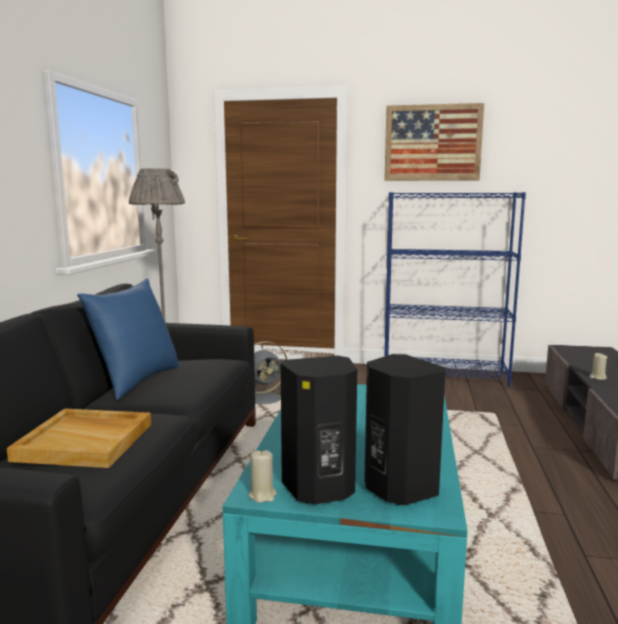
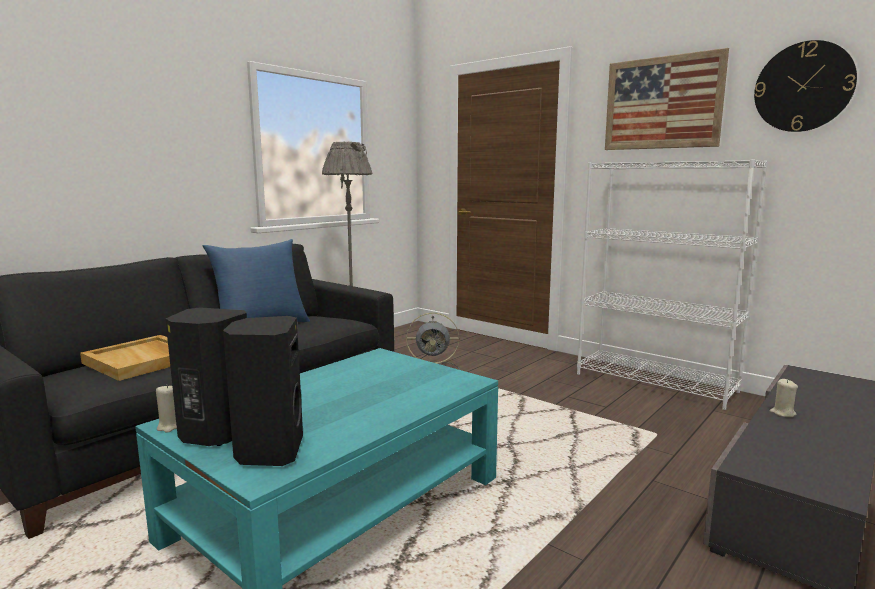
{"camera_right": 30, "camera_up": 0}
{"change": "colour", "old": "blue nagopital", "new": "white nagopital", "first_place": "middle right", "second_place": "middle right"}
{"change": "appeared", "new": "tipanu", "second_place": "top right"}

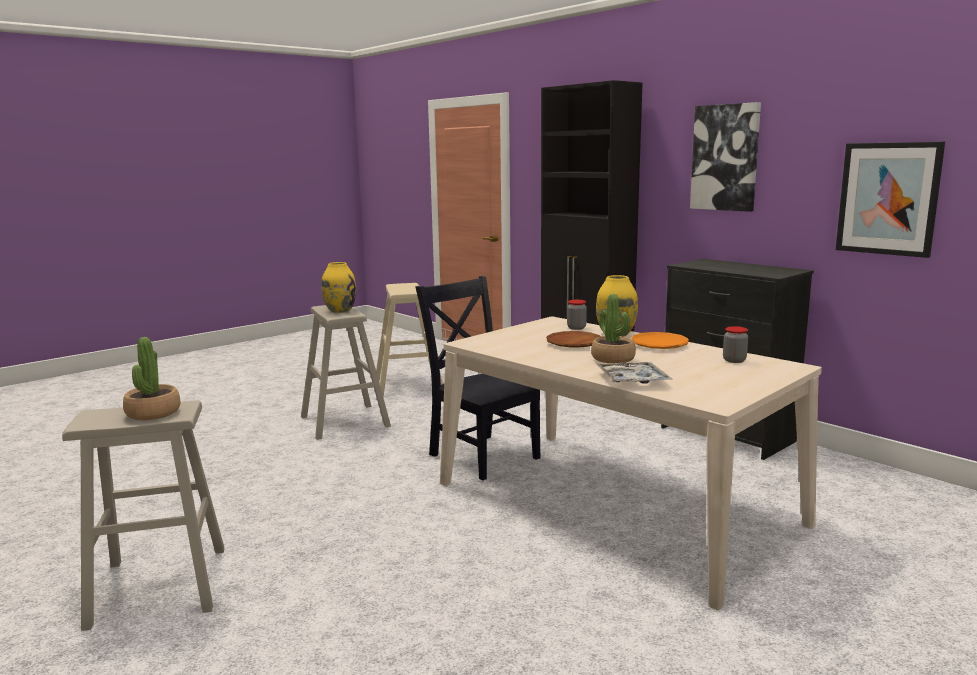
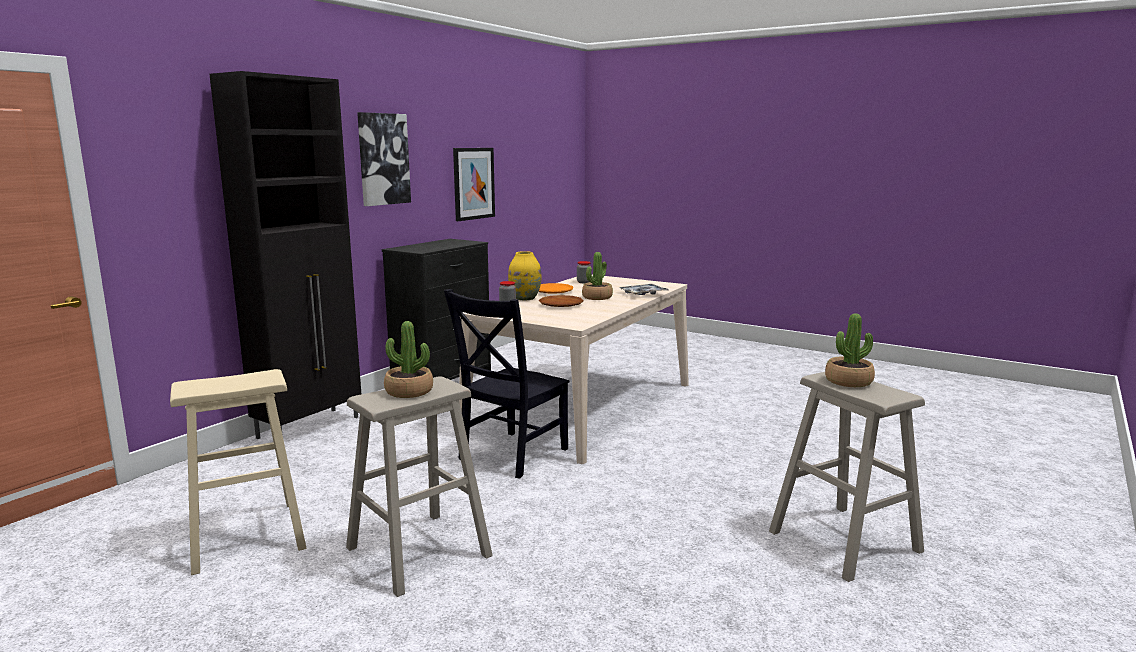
{"camera_right": -105, "camera_up": 0}
{"change": "exchanged", "old": "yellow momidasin (no. 1 from left)", "new": "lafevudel (no. 1 from left)", "first_place": "centre", "second_place": "centre"}

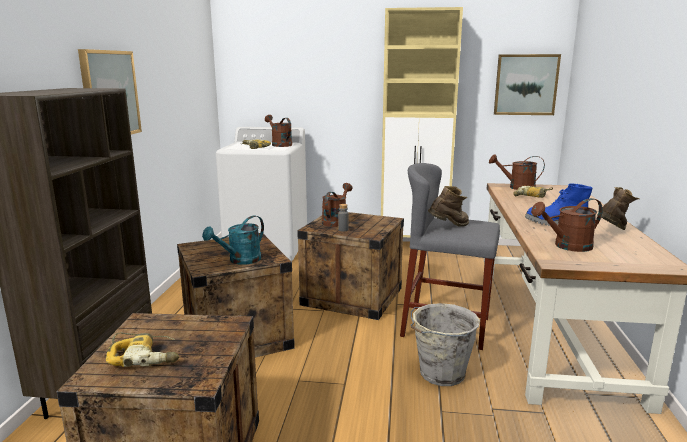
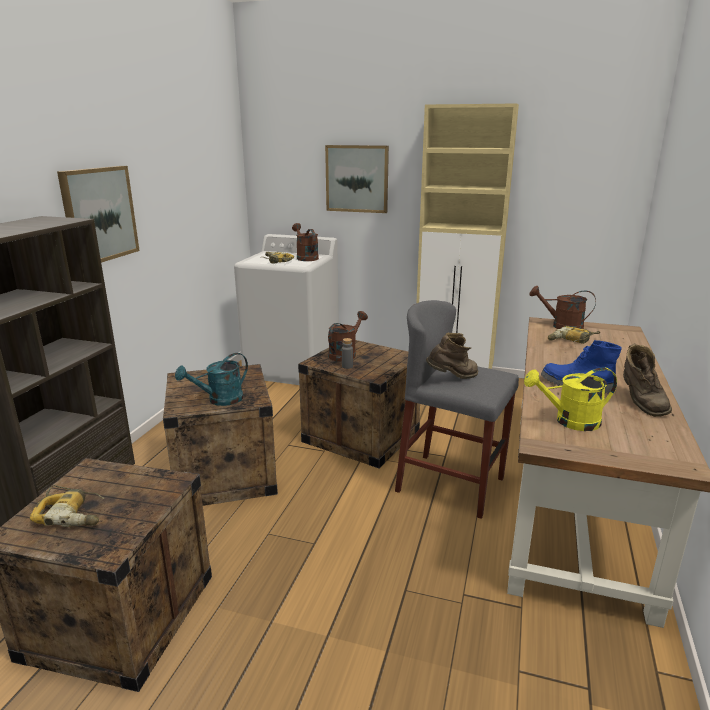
{"camera_right": 10, "camera_up": 5}
{"change": "relocated", "old": "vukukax (no. 2 from left)", "first_place": "top right", "second_place": "top centre"}
{"change": "colour", "old": "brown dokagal (no. 4 from left)", "new": "yellow dokagal", "first_place": "middle right", "second_place": "middle right"}
{"change": "spun", "old": "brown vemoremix (no. 2 from left)", "first_place": "middle right", "second_place": "middle right", "degrees": 120}
{"change": "missing", "old": "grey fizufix", "first_place": "bottom centre"}

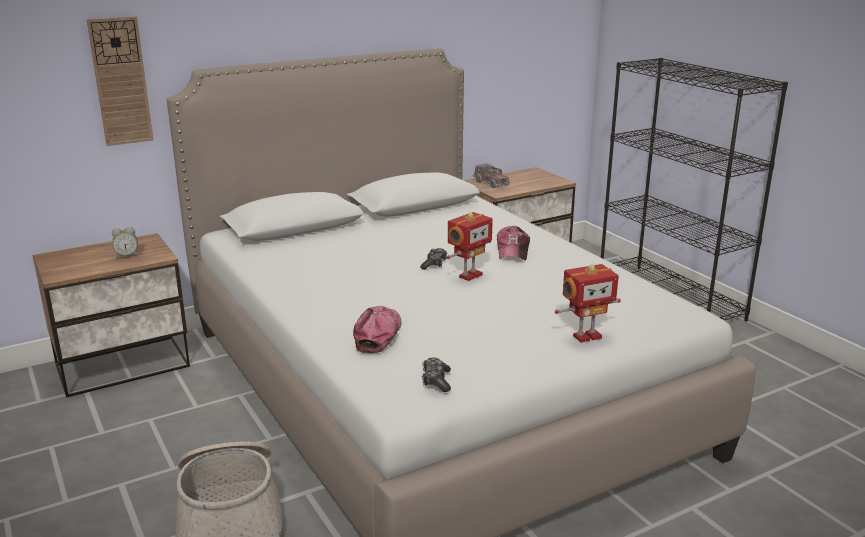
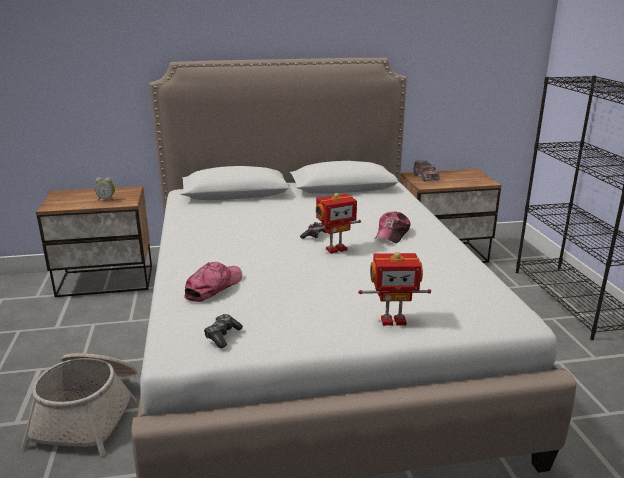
{"camera_right": 20, "camera_up": 0}
{"change": "missing", "old": "tipanu", "first_place": "top left"}

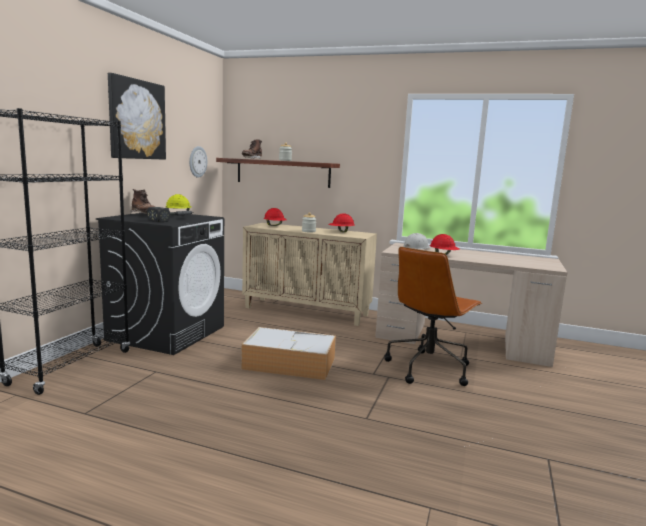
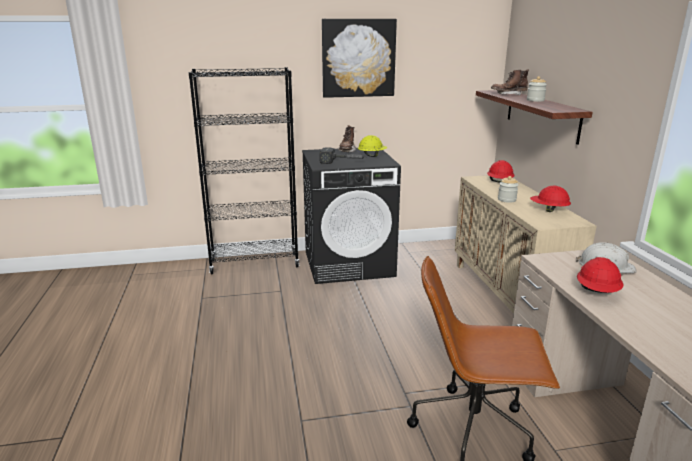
{"camera_right": 60, "camera_up": 10}
{"change": "missing", "old": "tipanu", "first_place": "top left"}
{"change": "missing", "old": "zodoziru", "first_place": "bottom centre"}

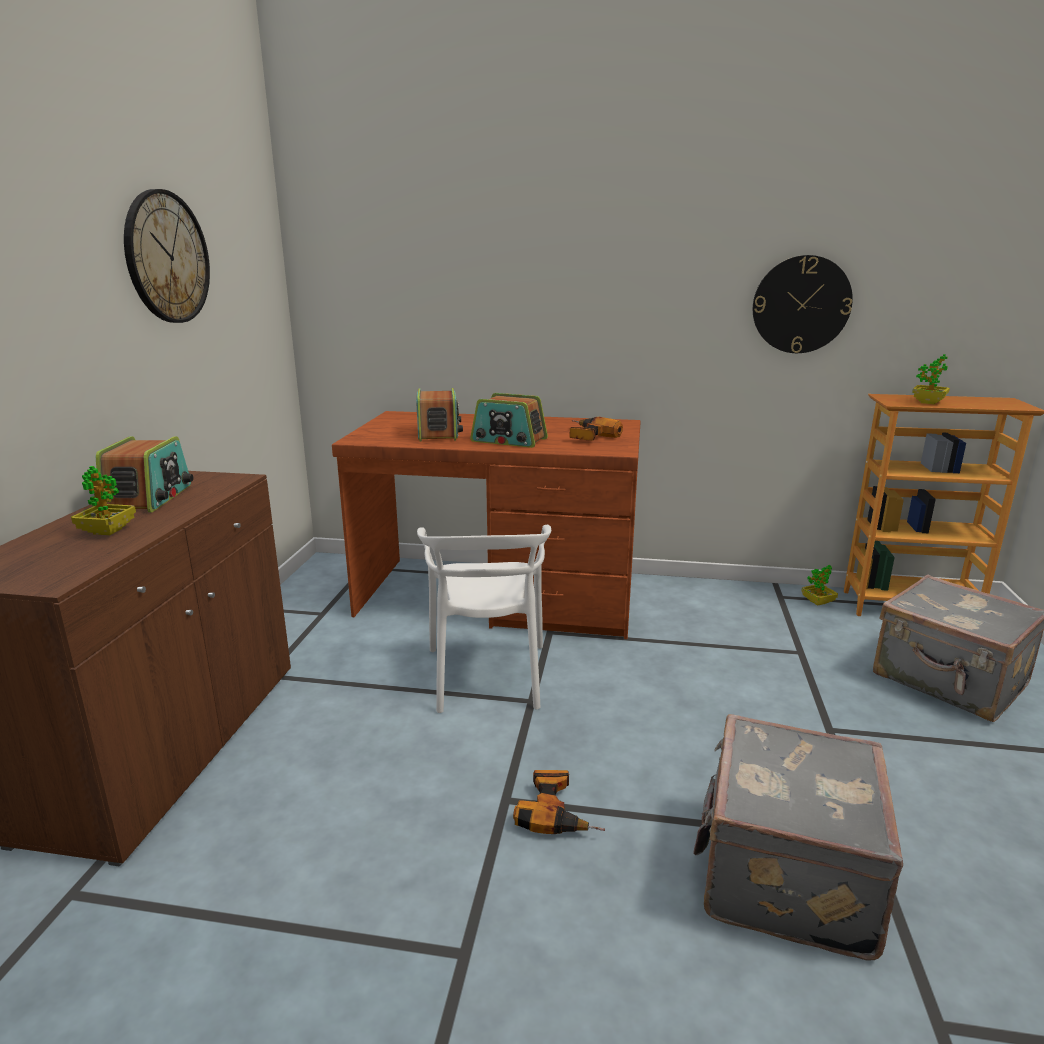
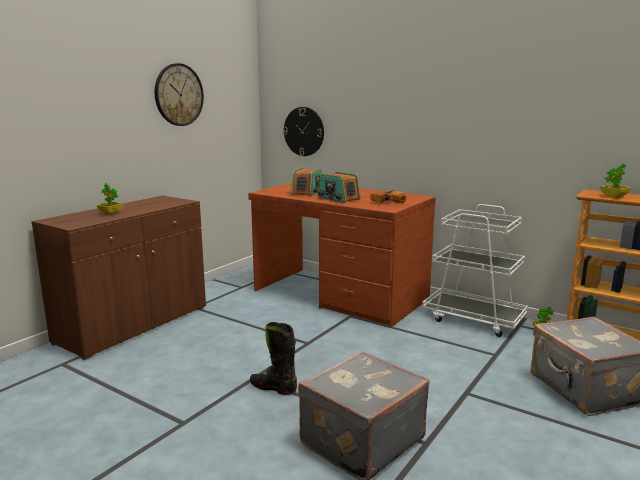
{"camera_right": 25, "camera_up": -5}
{"change": "exchanged", "old": "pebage (no. 1 from left)", "new": "black vemoremix", "first_place": "bottom centre", "second_place": "bottom centre"}
{"change": "relocated", "old": "tipanu (no. 2 from left)", "first_place": "top right", "second_place": "top centre"}
{"change": "appeared", "new": "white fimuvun", "second_place": "middle right"}
{"change": "missing", "old": "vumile (no. 1 from left)", "first_place": "middle left"}
{"change": "missing", "old": "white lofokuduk", "first_place": "centre"}

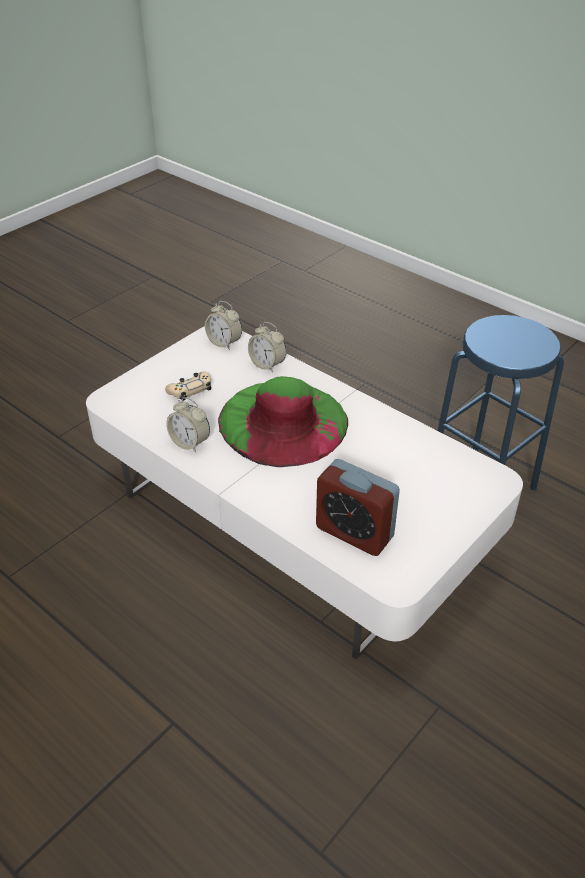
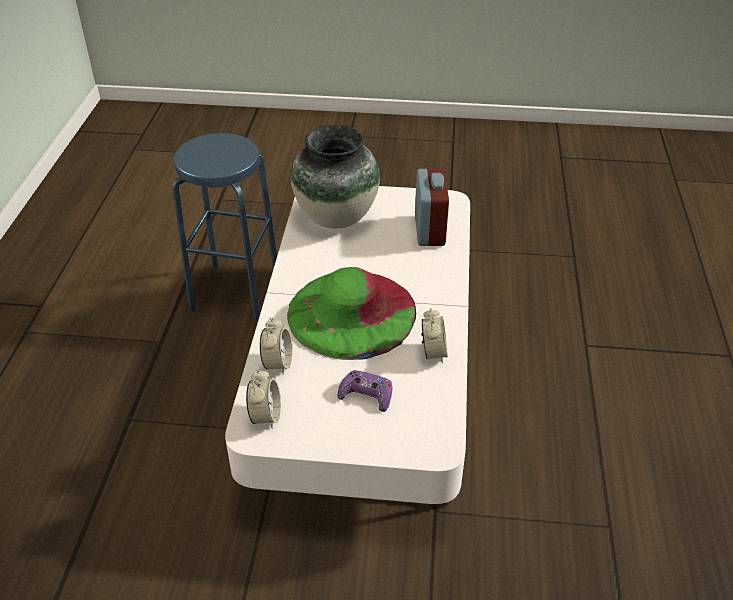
{"camera_right": -125, "camera_up": 0}
{"change": "appeared", "new": "momidasin", "second_place": "top centre"}
{"change": "colour", "old": "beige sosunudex", "new": "purple sosunudex", "first_place": "middle left", "second_place": "centre"}

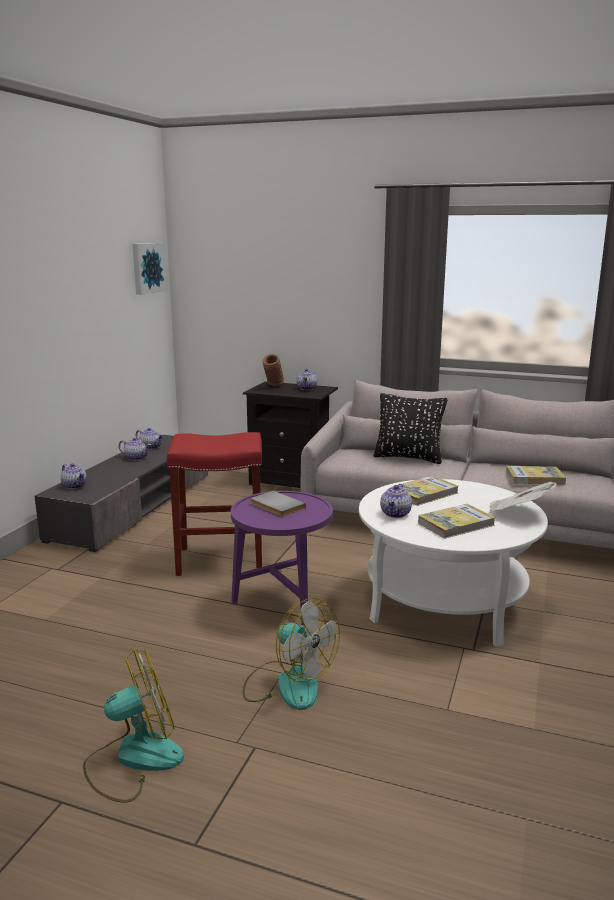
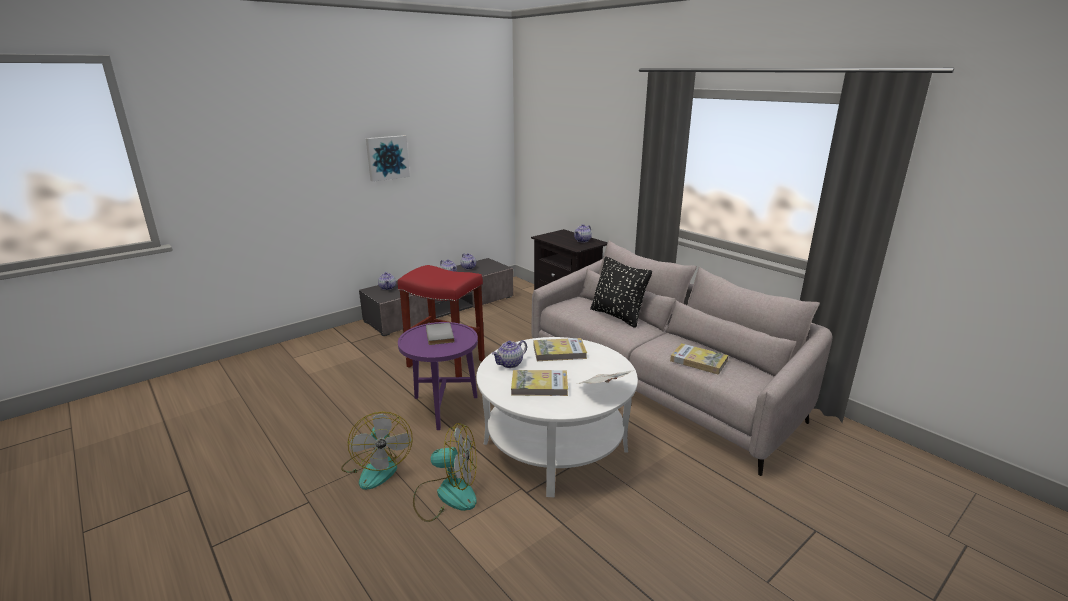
{"camera_right": 30, "camera_up": 5}
{"change": "relocated", "old": "vukukax", "first_place": "top left", "second_place": "top centre"}
{"change": "relocated", "old": "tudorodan (no. 1 from left in the first image)", "new": "tudorodan (no. 2 from left)", "first_place": "bottom left", "second_place": "bottom centre"}
{"change": "missing", "old": "brown momidasin", "first_place": "centre"}

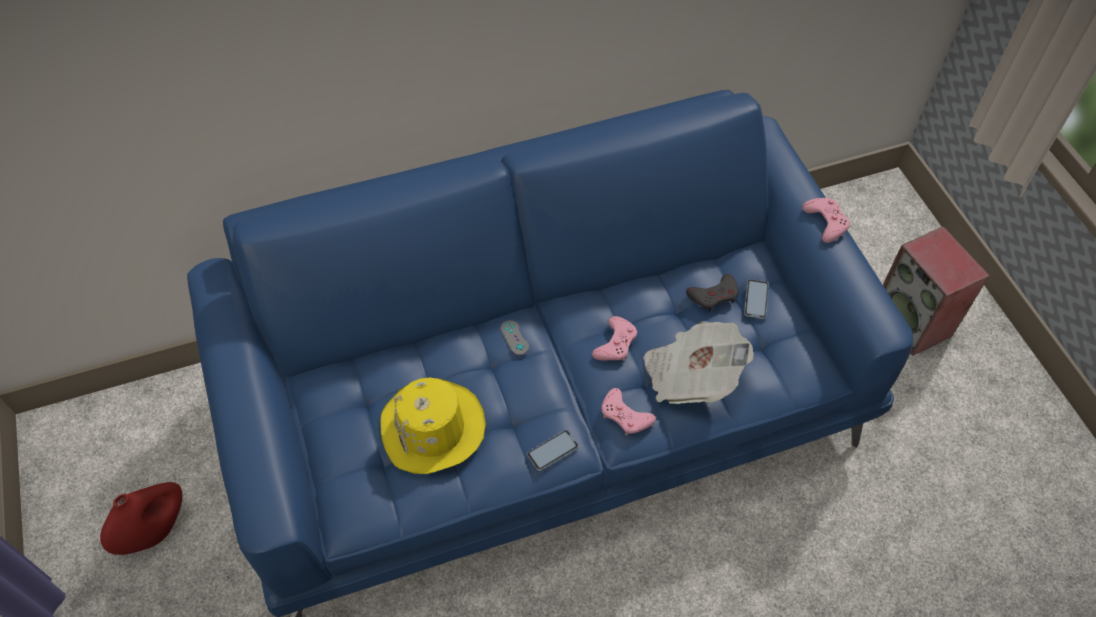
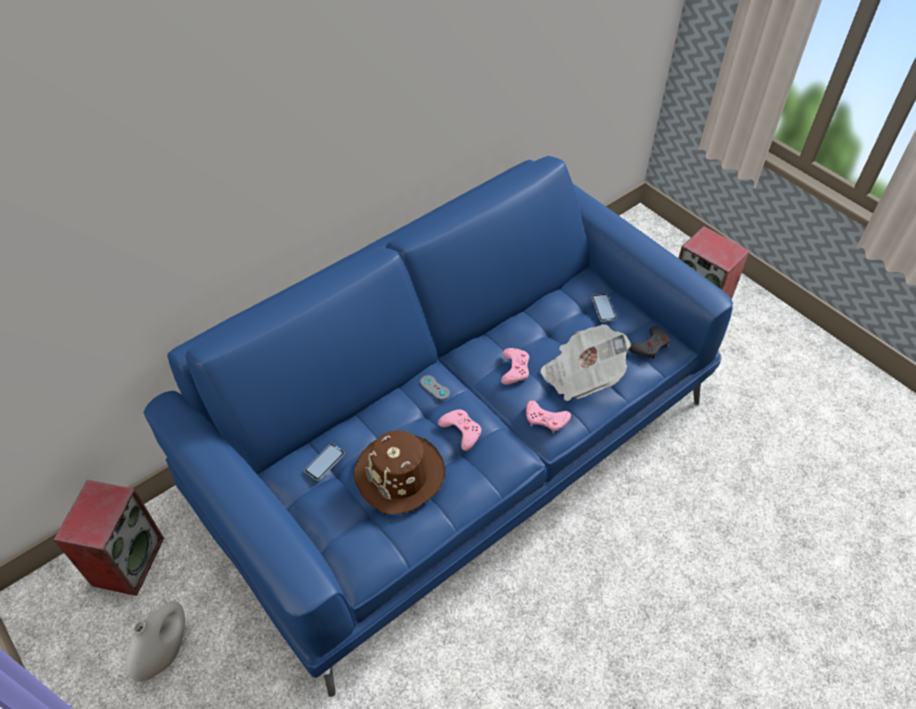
{"camera_right": -20, "camera_up": -5}
{"change": "appeared", "new": "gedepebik (no. 1 from left)", "second_place": "bottom left"}
{"change": "colour", "old": "red momidasin", "new": "white momidasin", "first_place": "bottom left", "second_place": "bottom left"}
{"change": "relocated", "old": "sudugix (no. 1 from left)", "first_place": "bottom centre", "second_place": "centre"}
{"change": "colour", "old": "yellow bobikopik", "new": "brown bobikopik", "first_place": "bottom centre", "second_place": "centre"}
{"change": "relocated", "old": "pink sosunudex (no. 3 from left in the first image)", "new": "pink sosunudex (no. 1 from left)", "first_place": "middle right", "second_place": "centre"}
{"change": "relocated", "old": "grey sosunudex (no. 2 from left)", "first_place": "centre", "second_place": "middle right"}

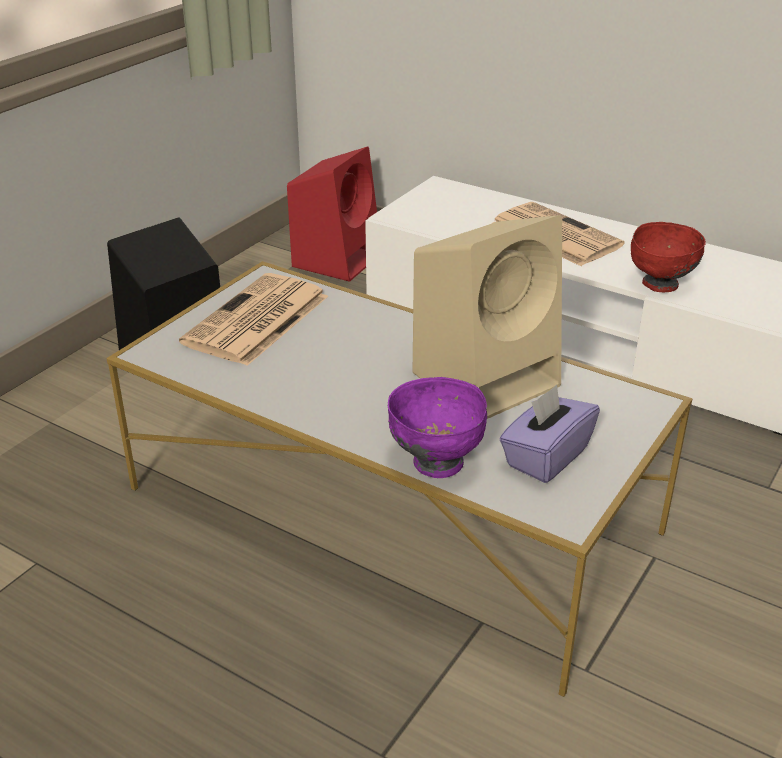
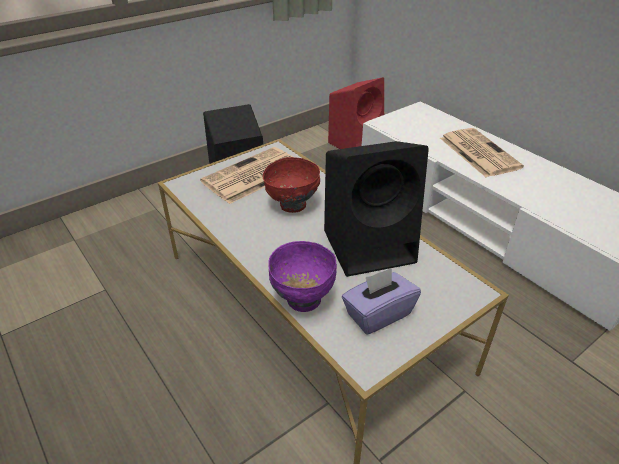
{"camera_right": 20, "camera_up": 5}
{"change": "relocated", "old": "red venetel", "first_place": "middle right", "second_place": "centre"}
{"change": "colour", "old": "beige gedepebik", "new": "black gedepebik (no. 2 from left)", "first_place": "centre", "second_place": "centre"}

